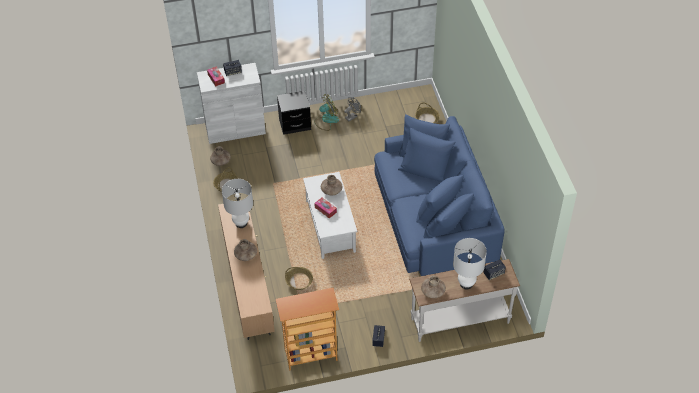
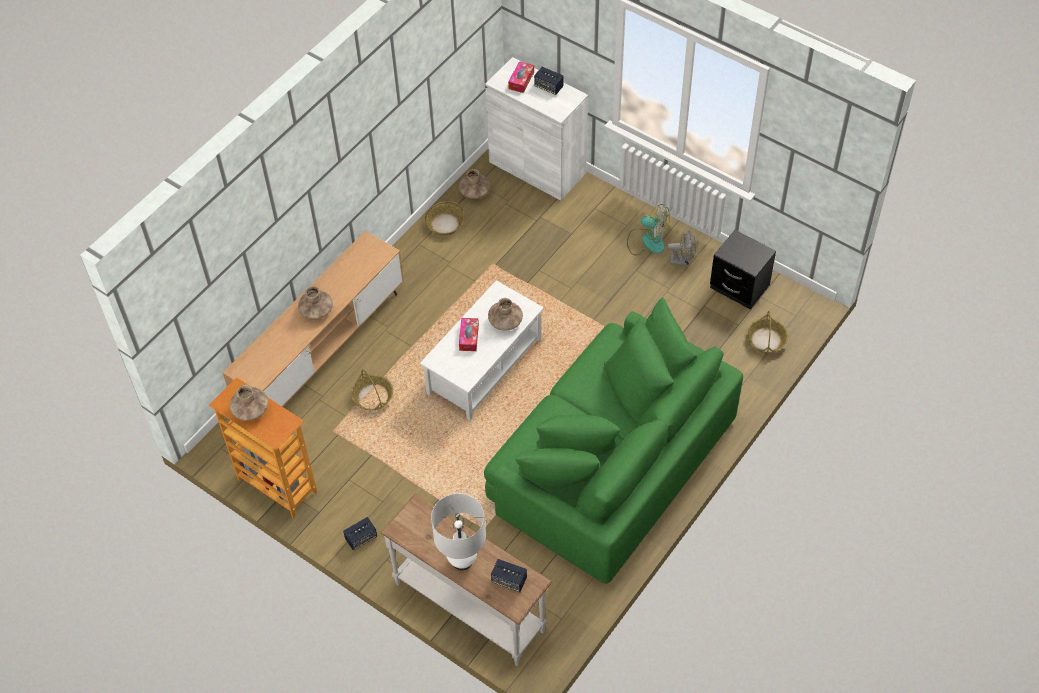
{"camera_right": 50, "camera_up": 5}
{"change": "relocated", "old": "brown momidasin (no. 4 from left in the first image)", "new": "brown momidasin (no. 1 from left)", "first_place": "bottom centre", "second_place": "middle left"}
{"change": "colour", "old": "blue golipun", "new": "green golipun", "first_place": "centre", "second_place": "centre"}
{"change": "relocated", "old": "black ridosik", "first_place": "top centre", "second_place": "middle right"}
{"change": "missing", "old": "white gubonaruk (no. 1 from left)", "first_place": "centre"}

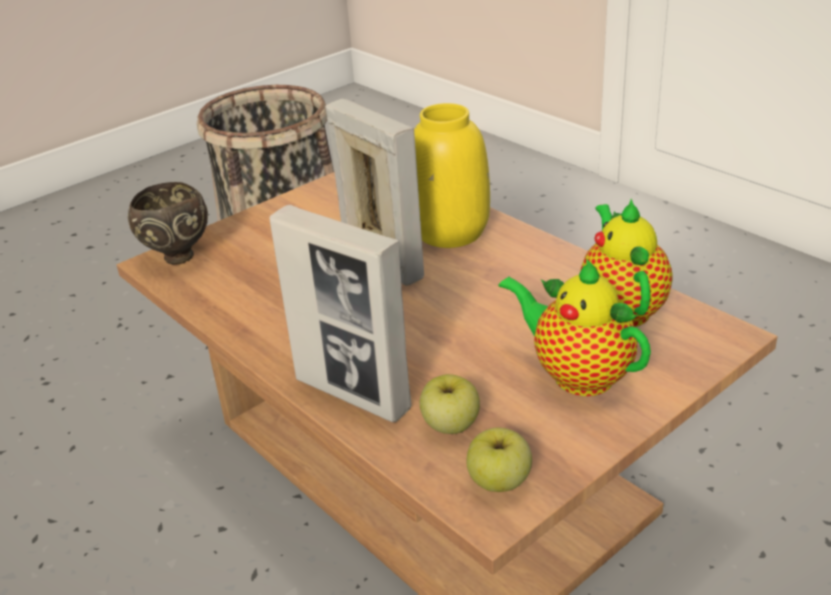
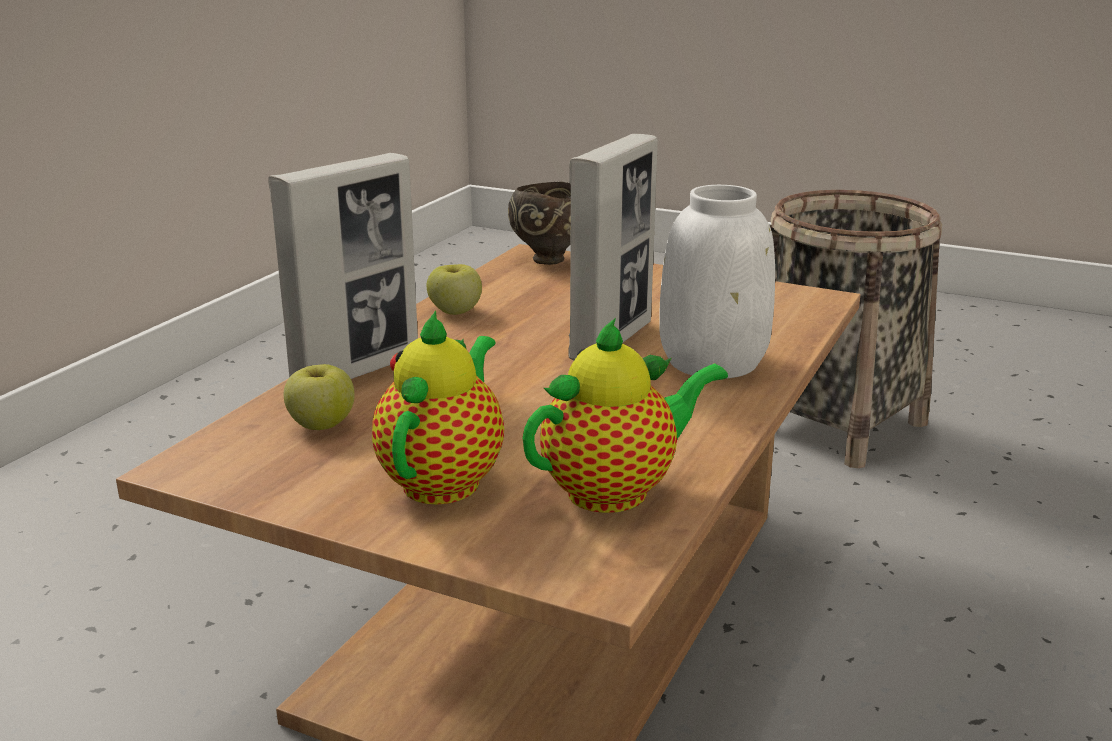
{"camera_right": 65, "camera_up": -10}
{"change": "spun", "old": "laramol (no. 1 from left)", "first_place": "centre", "second_place": "middle left", "degrees": -150}
{"change": "relocated", "old": "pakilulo (no. 2 from left)", "first_place": "bottom centre", "second_place": "centre"}
{"change": "colour", "old": "yellow momidasin", "new": "white momidasin", "first_place": "top centre", "second_place": "centre"}

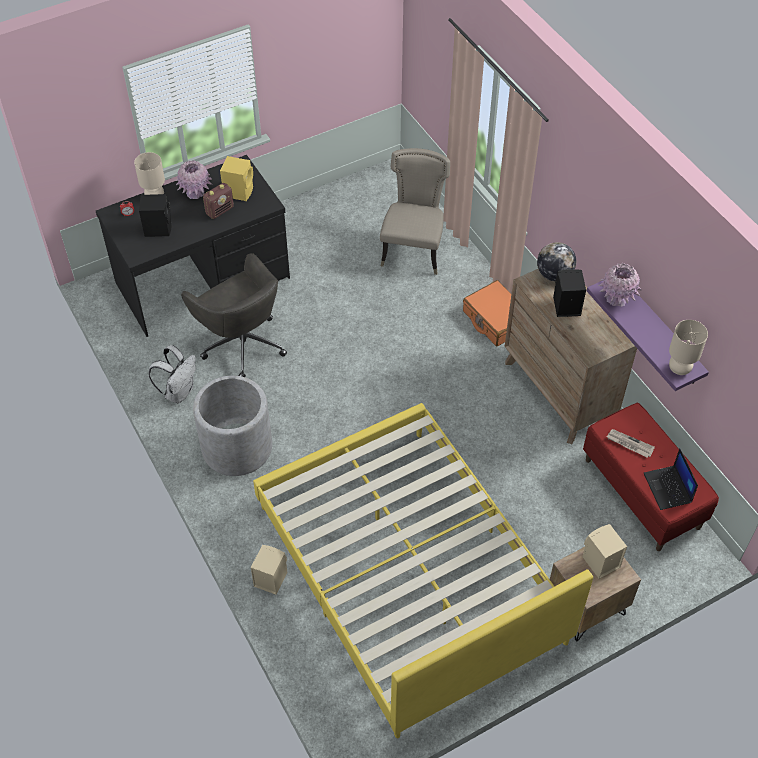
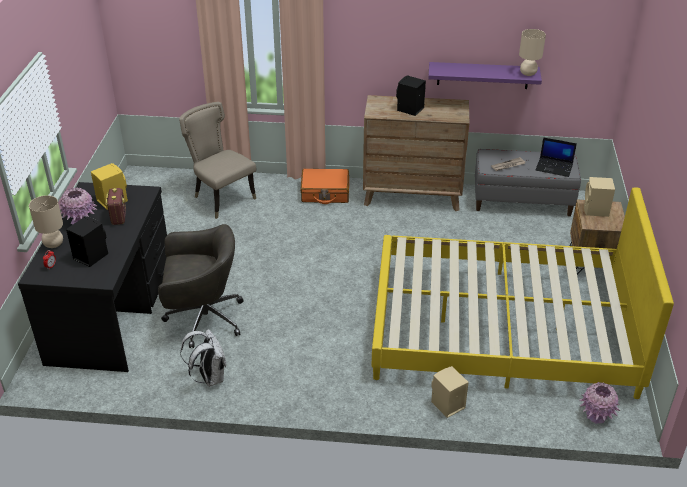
{"camera_right": -55, "camera_up": -15}
{"change": "colour", "old": "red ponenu", "new": "grey ponenu", "first_place": "middle right", "second_place": "middle right"}
{"change": "relocated", "old": "pink momidasin (no. 2 from left)", "first_place": "middle right", "second_place": "bottom right"}
{"change": "missing", "old": "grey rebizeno", "first_place": "middle left"}
{"change": "missing", "old": "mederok", "first_place": "middle right"}

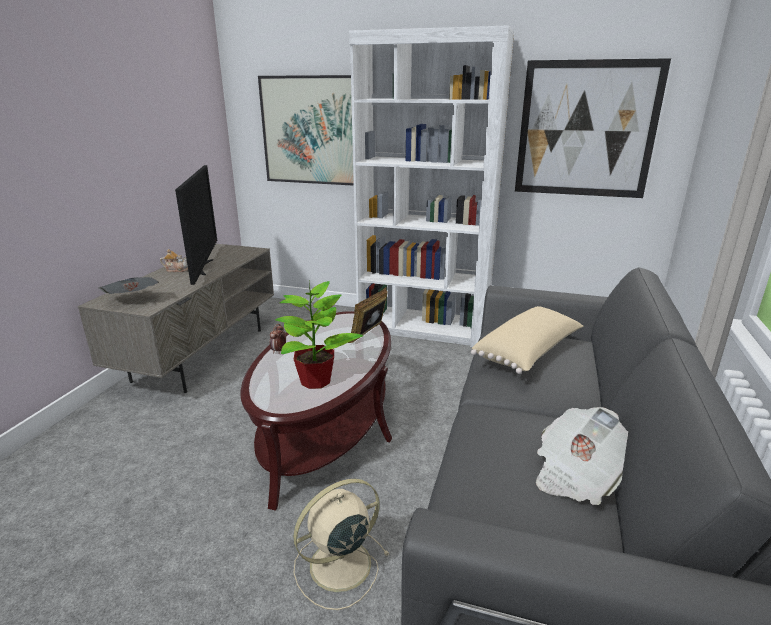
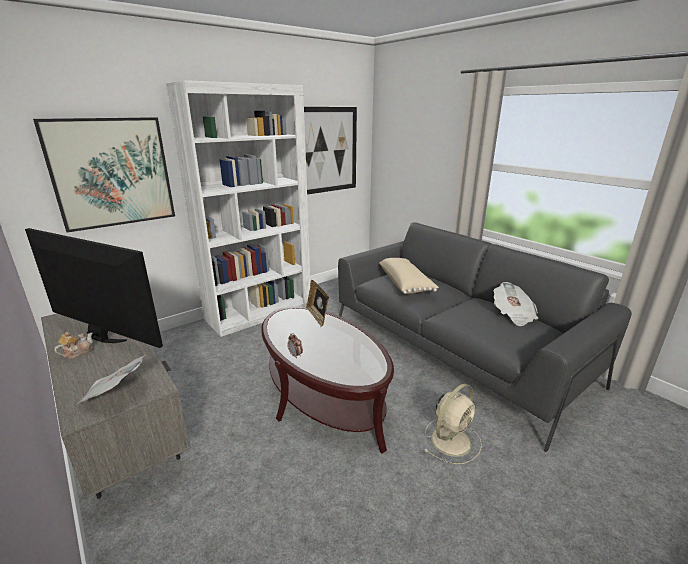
{"camera_right": -55, "camera_up": 0}
{"change": "spun", "old": "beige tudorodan", "first_place": "bottom centre", "second_place": "bottom centre", "degrees": -135}
{"change": "missing", "old": "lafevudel", "first_place": "centre"}

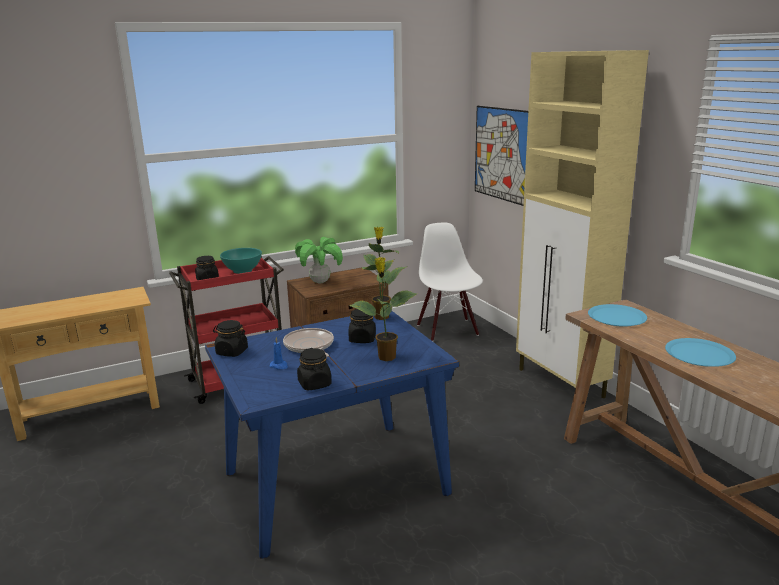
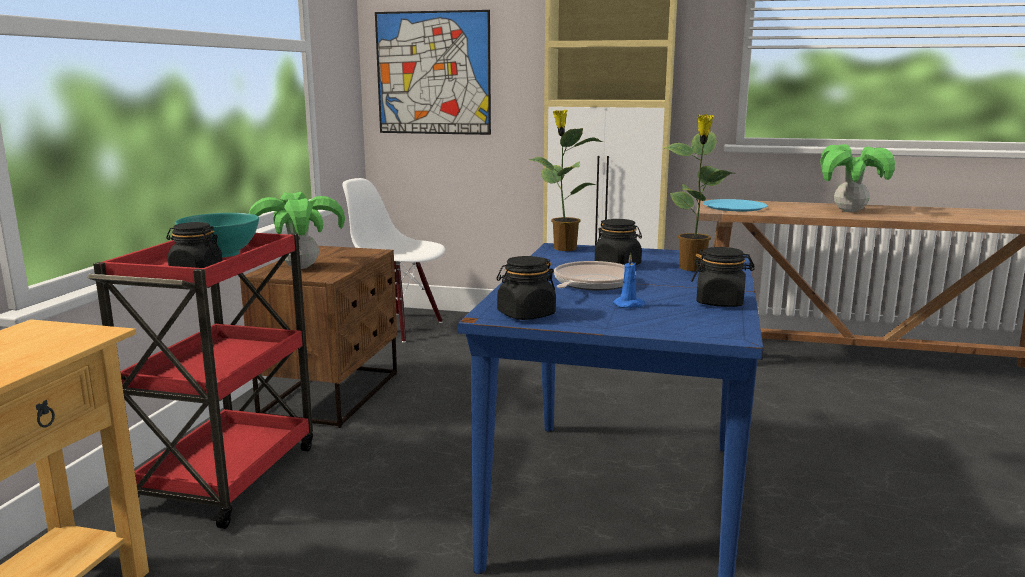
{"camera_right": -50, "camera_up": -5}
{"change": "spun", "old": "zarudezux", "first_place": "centre", "second_place": "centre", "degrees": 105}
{"change": "exchanged", "old": "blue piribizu (no. 2 from left)", "new": "lafevudel (no. 4 from left)", "first_place": "middle right", "second_place": "top right"}

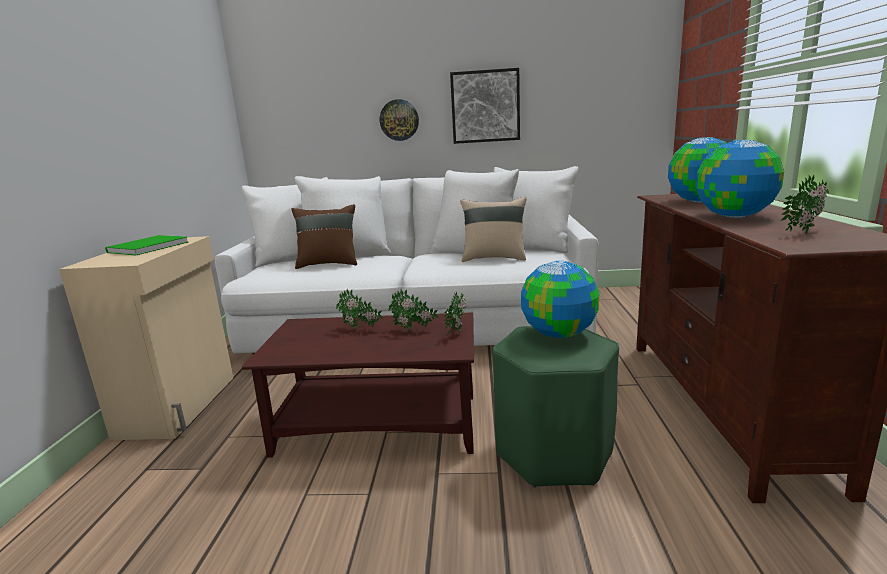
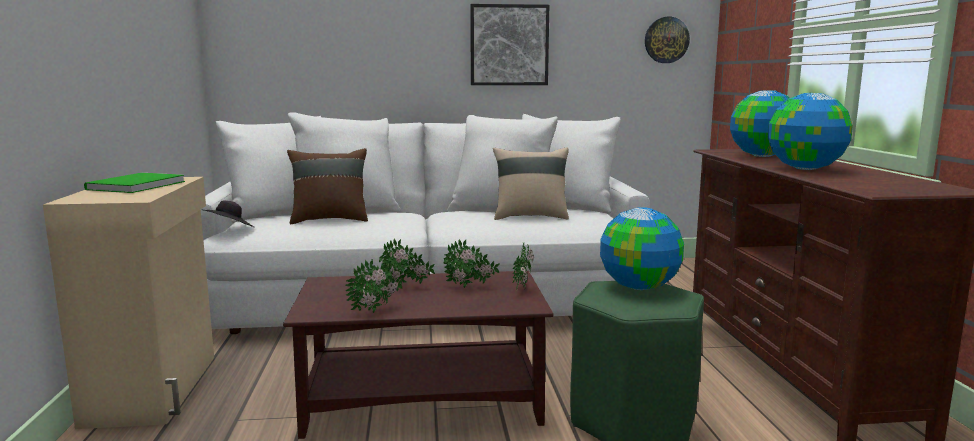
{"camera_right": -10, "camera_up": -5}
{"change": "appeared", "new": "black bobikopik", "second_place": "middle left"}
{"change": "relocated", "old": "lafevudel (no. 4 from left in the first image)", "new": "lafevudel (no. 1 from left)", "first_place": "middle right", "second_place": "centre"}
{"change": "relocated", "old": "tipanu", "first_place": "top centre", "second_place": "top right"}

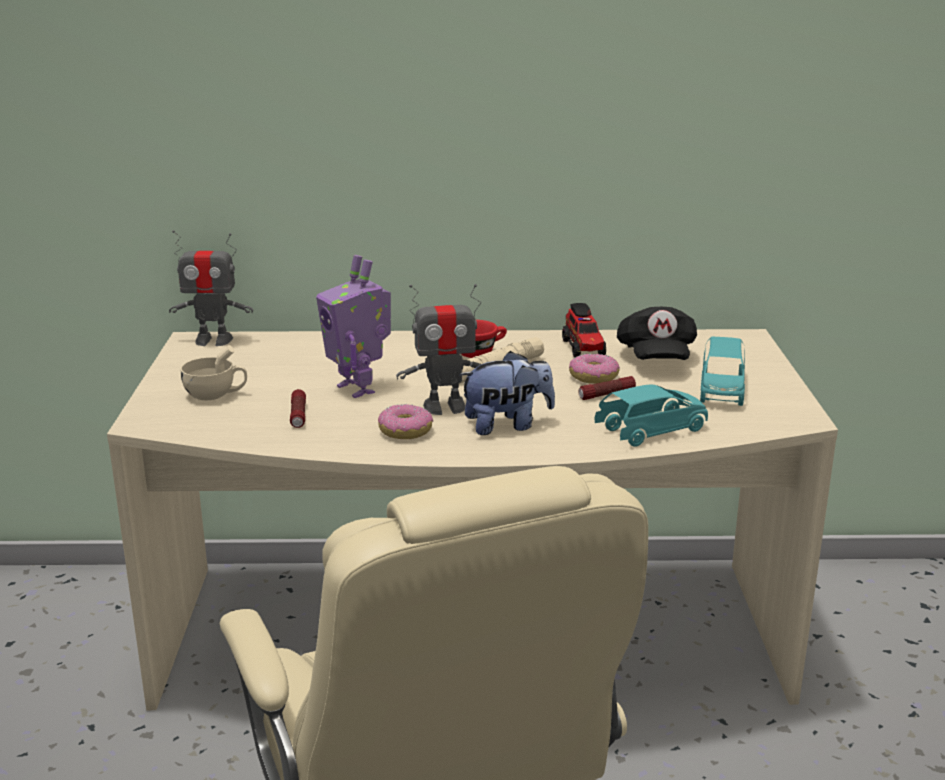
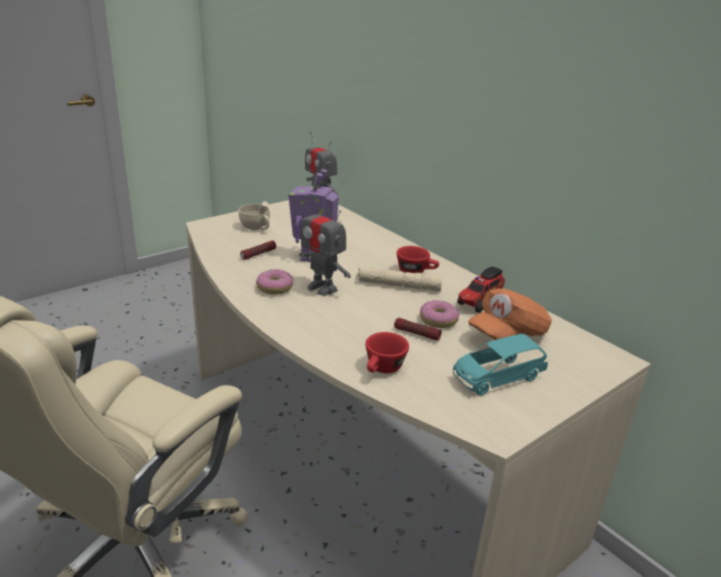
{"camera_right": 50, "camera_up": 5}
{"change": "exchanged", "old": "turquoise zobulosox (no. 1 from left)", "new": "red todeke (no. 1 from left)", "first_place": "middle right", "second_place": "centre"}
{"change": "colour", "old": "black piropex", "new": "orange piropex", "first_place": "middle right", "second_place": "middle right"}
{"change": "missing", "old": "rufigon", "first_place": "centre"}

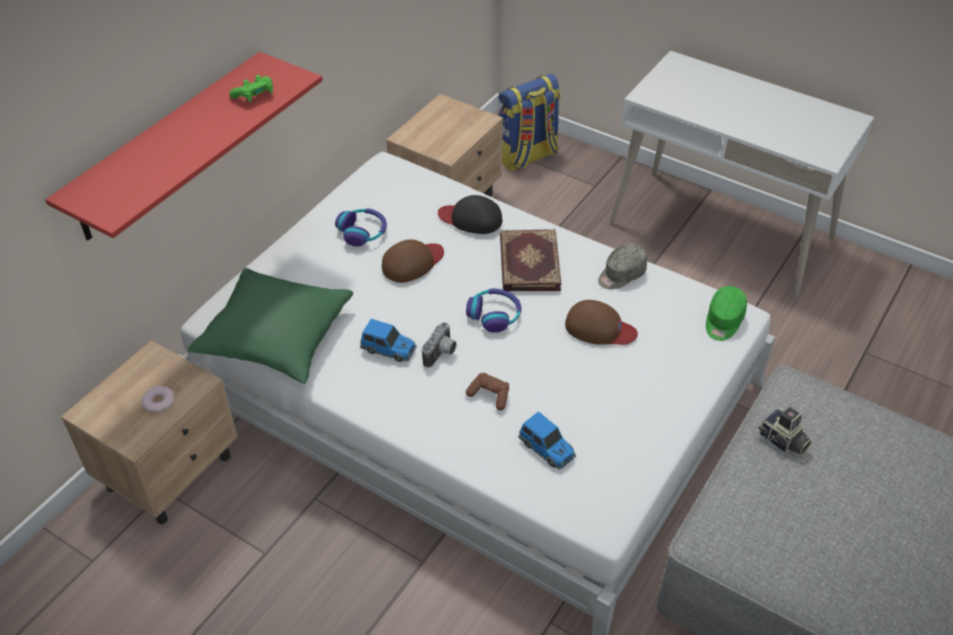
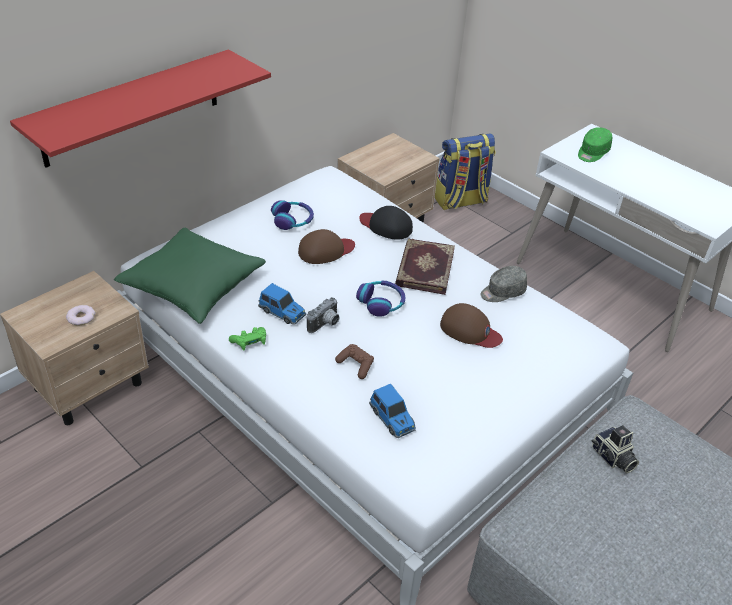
{"camera_right": 10, "camera_up": -5}
{"change": "relocated", "old": "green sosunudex", "first_place": "top left", "second_place": "centre"}
{"change": "relocated", "old": "green piropex", "first_place": "middle right", "second_place": "top right"}

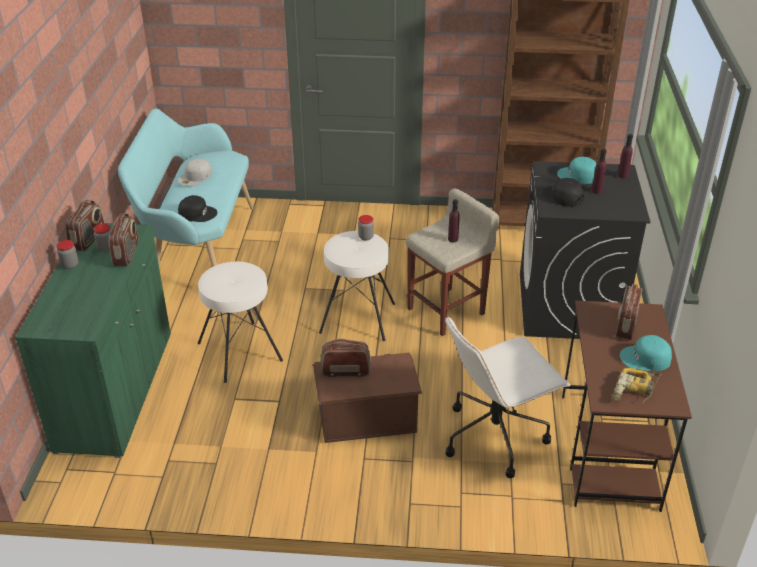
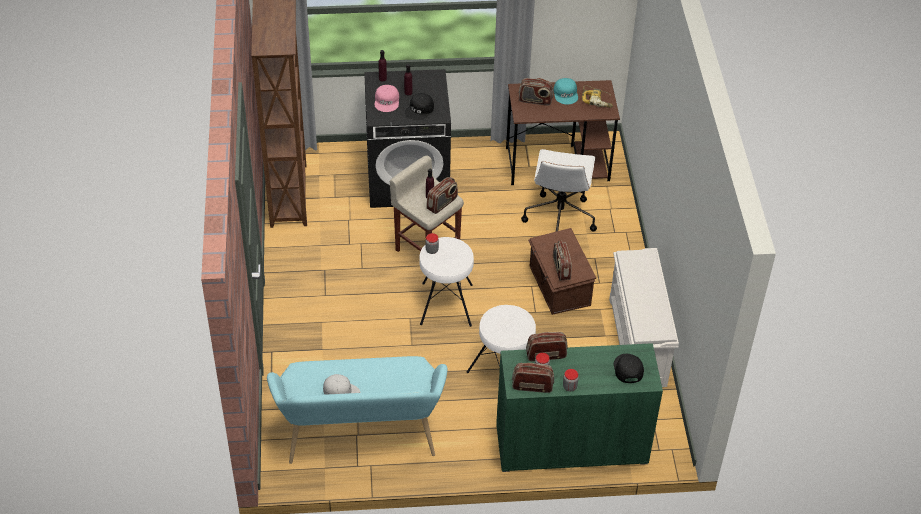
{"camera_right": -100, "camera_up": 10}
{"change": "colour", "old": "turquoise piropex (no. 1 from left)", "new": "pink piropex", "first_place": "top right", "second_place": "top centre"}
{"change": "appeared", "new": "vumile (no. 1 from left)", "second_place": "centre"}
{"change": "spun", "old": "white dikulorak", "first_place": "bottom right", "second_place": "centre", "degrees": 45}
{"change": "appeared", "new": "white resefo", "second_place": "middle right"}
{"change": "relocated", "old": "black piropex (no. 1 from left in the first image)", "new": "black piropex (no. 2 from left)", "first_place": "middle left", "second_place": "bottom right"}

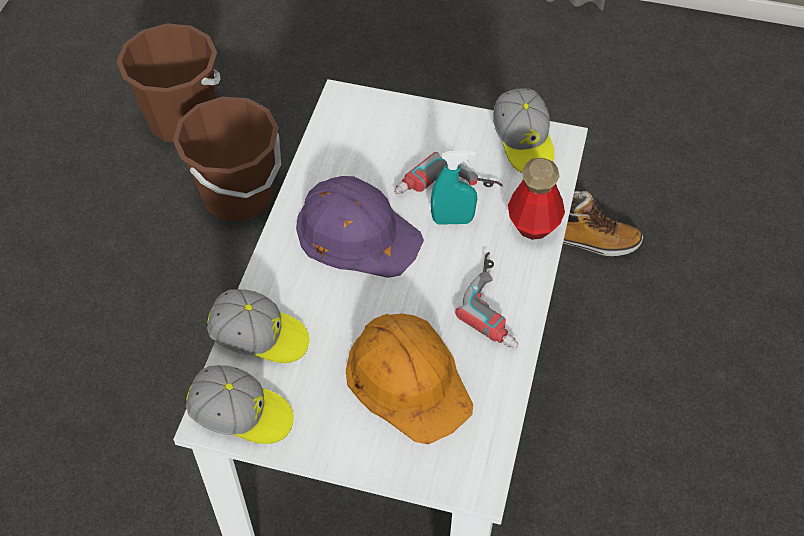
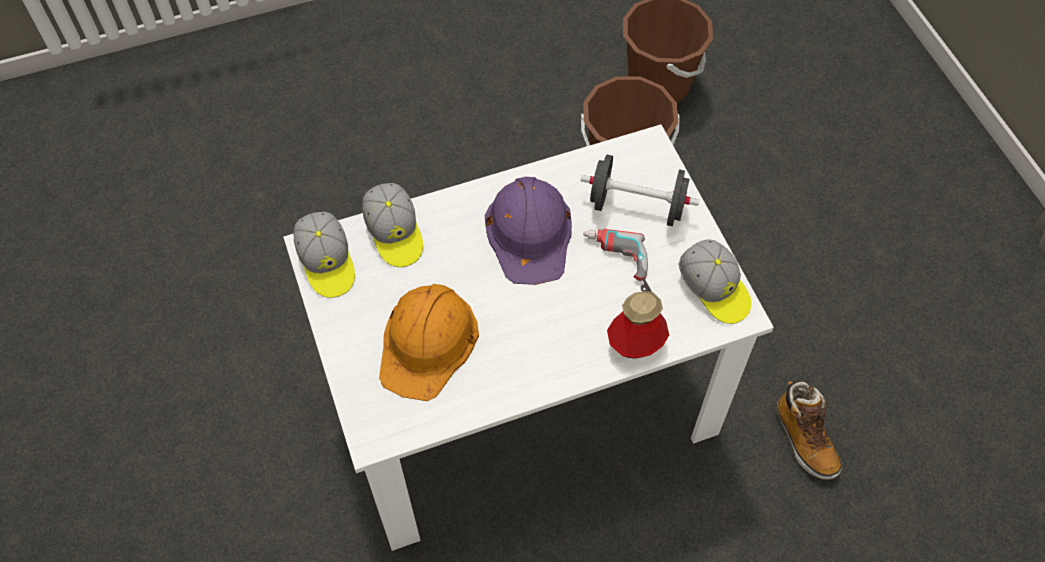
{"camera_right": 55, "camera_up": 5}
{"change": "appeared", "new": "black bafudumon", "second_place": "centre"}
{"change": "spun", "old": "piropex (no. 3 from left)", "first_place": "top centre", "second_place": "middle right", "degrees": -75}
{"change": "missing", "old": "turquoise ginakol", "first_place": "centre"}
{"change": "missing", "old": "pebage (no. 2 from left)", "first_place": "centre"}

